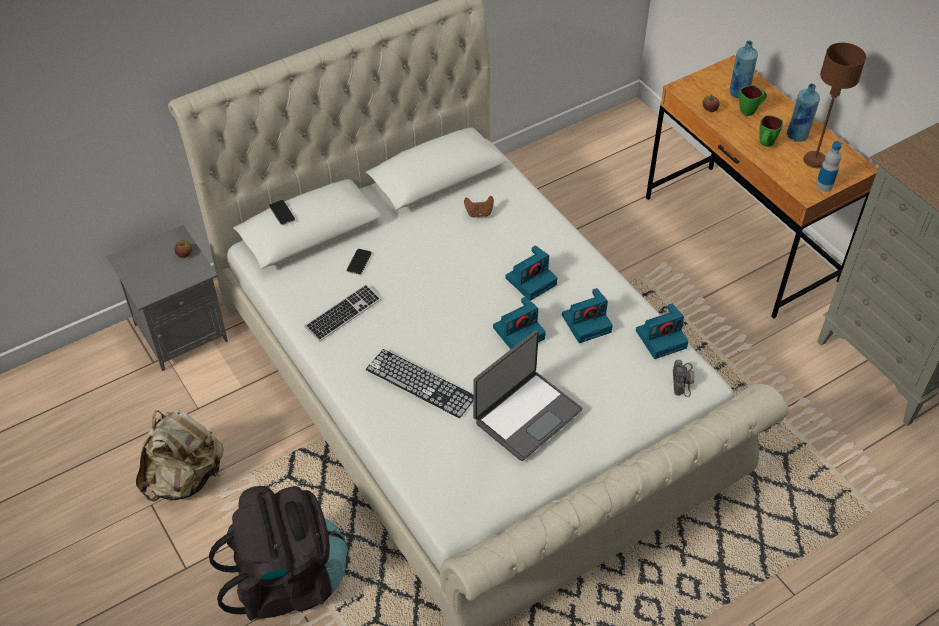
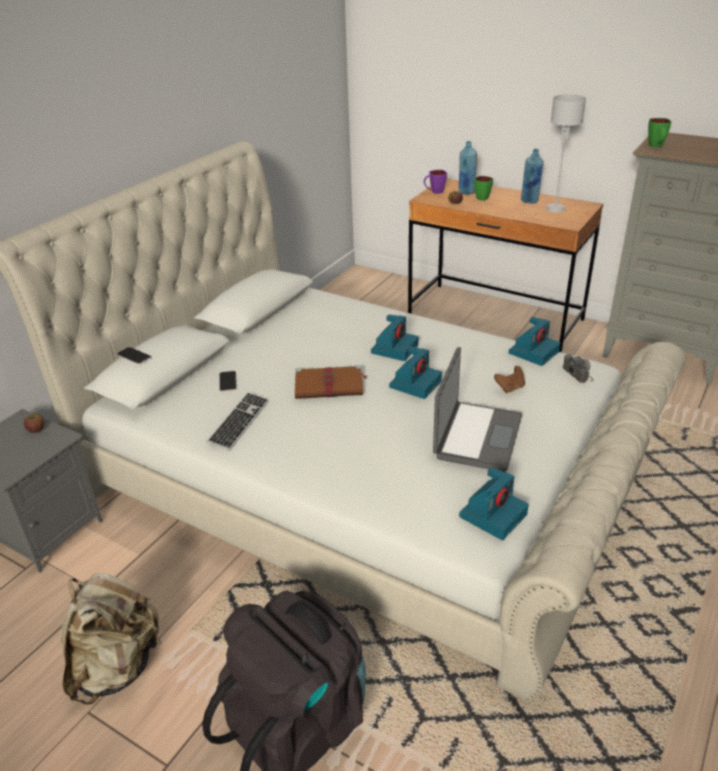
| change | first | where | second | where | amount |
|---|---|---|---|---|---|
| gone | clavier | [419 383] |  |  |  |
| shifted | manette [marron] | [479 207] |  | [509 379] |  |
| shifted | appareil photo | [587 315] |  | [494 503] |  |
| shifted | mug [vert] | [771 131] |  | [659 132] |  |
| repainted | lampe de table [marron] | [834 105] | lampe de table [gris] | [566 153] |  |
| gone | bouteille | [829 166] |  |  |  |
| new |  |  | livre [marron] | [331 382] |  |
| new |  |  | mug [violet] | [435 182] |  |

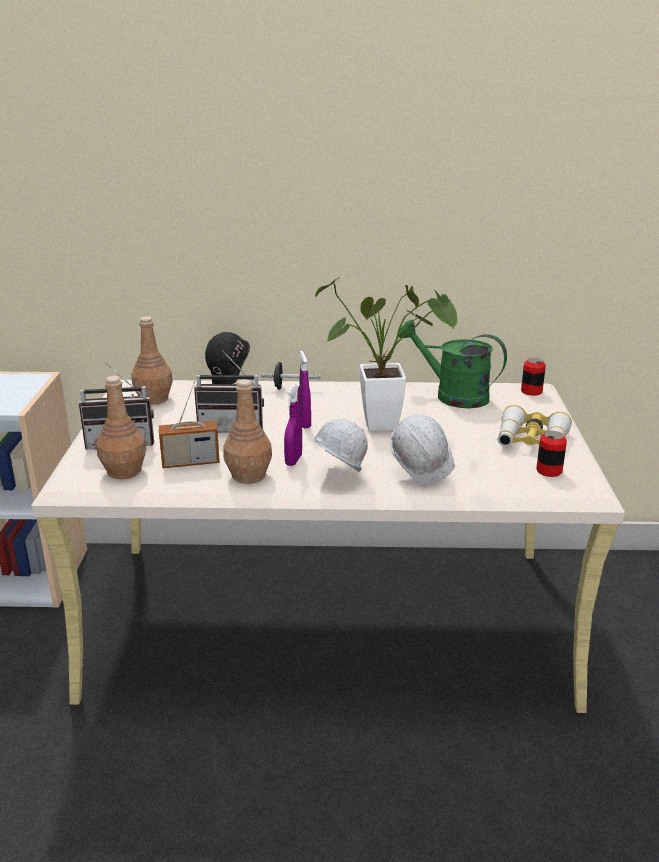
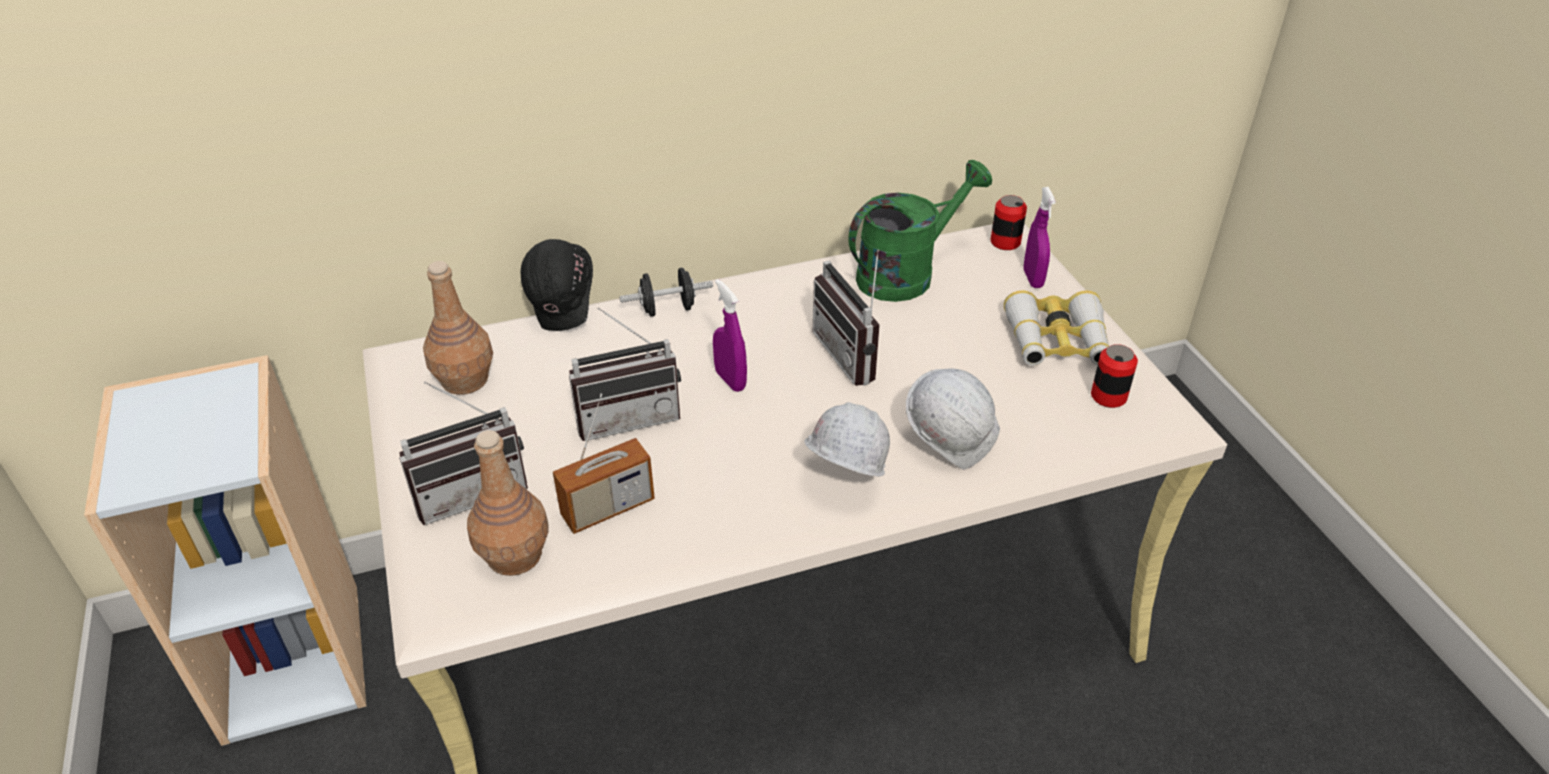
| change | first | where | second | where | amount |
|---|---|---|---|---|---|
| gone | bouteille [marron] | [247 431] |  |  |  |
| shifted | vaporisateur [violet] | [293 425] |  | [1039 237] |  |
| swapped | plante en pot | [386 354] | radio | [846 317] |  |
| rotated | arrosoir [vert] | [453 364] |  | [920 231] | 135 degrees clockwise |

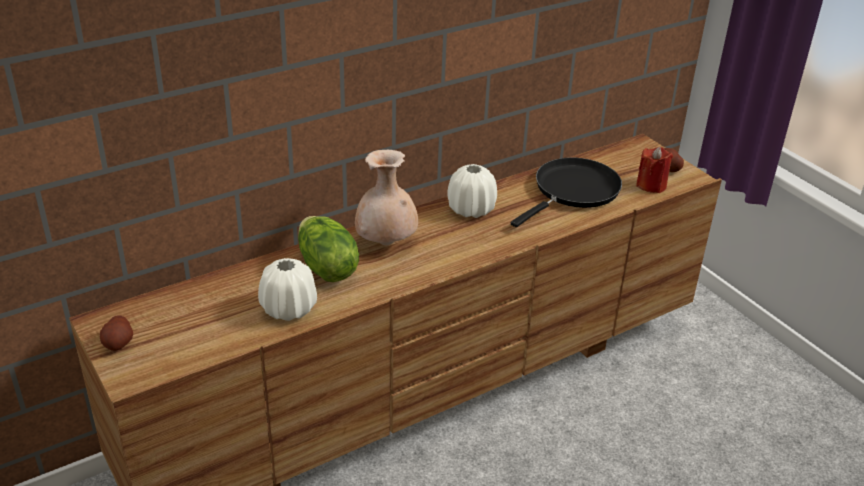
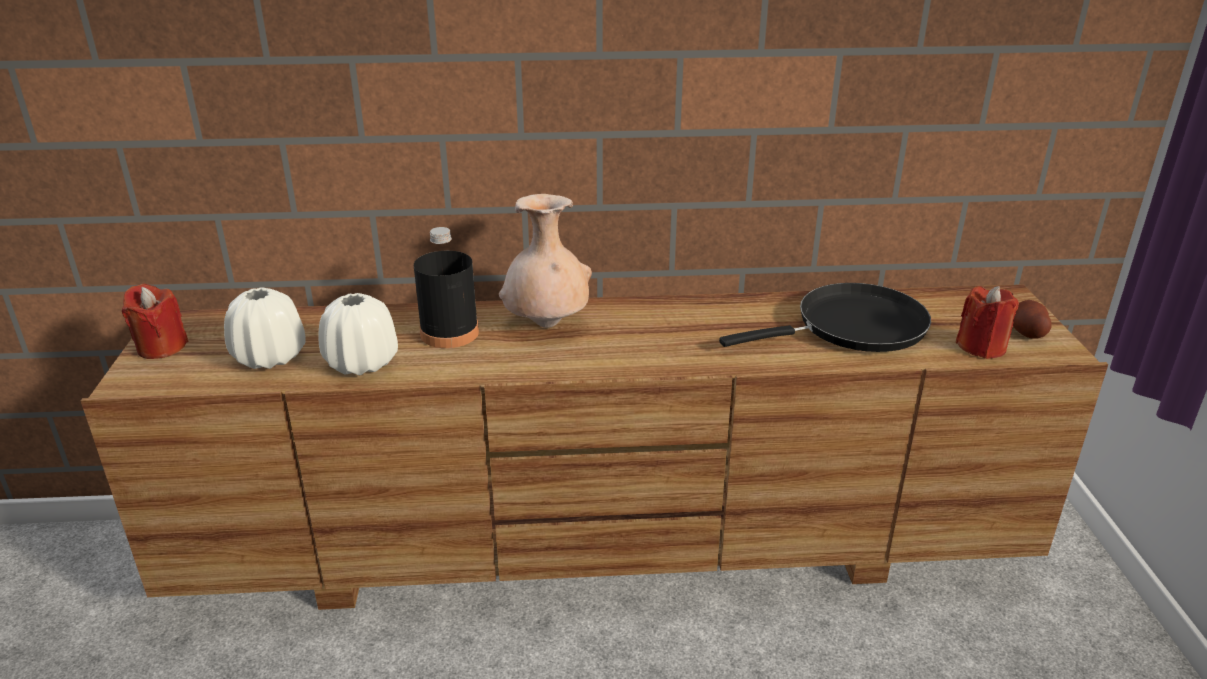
| change | first | where | second | where | amount |
|---|---|---|---|---|---|
| swapped | pomme de terre | [116 333] | bougie [rouge] | [155 321] |  |
| swapped | laitue | [328 249] | bouteille [noir] | [446 287] |  |
| shifted | vase [blanc] | [472 191] |  | [265 328] |  |

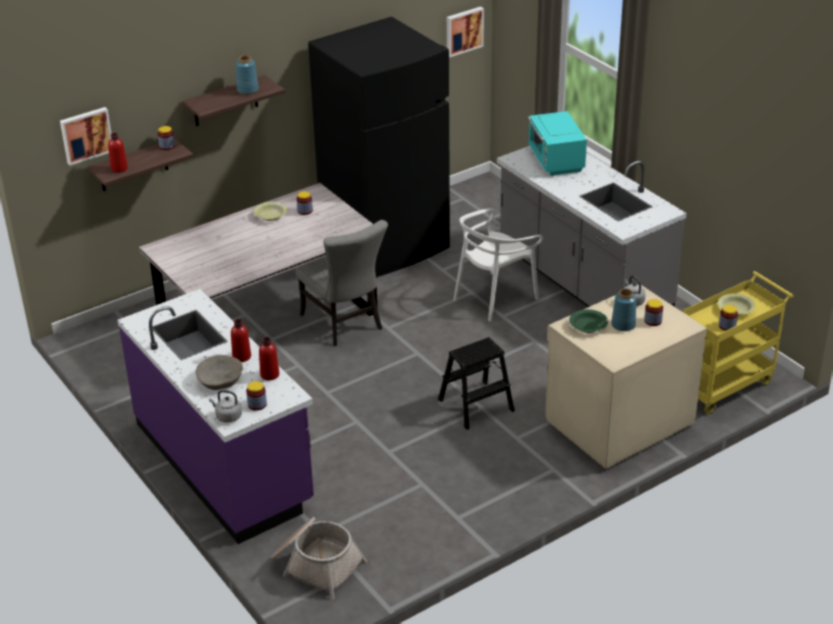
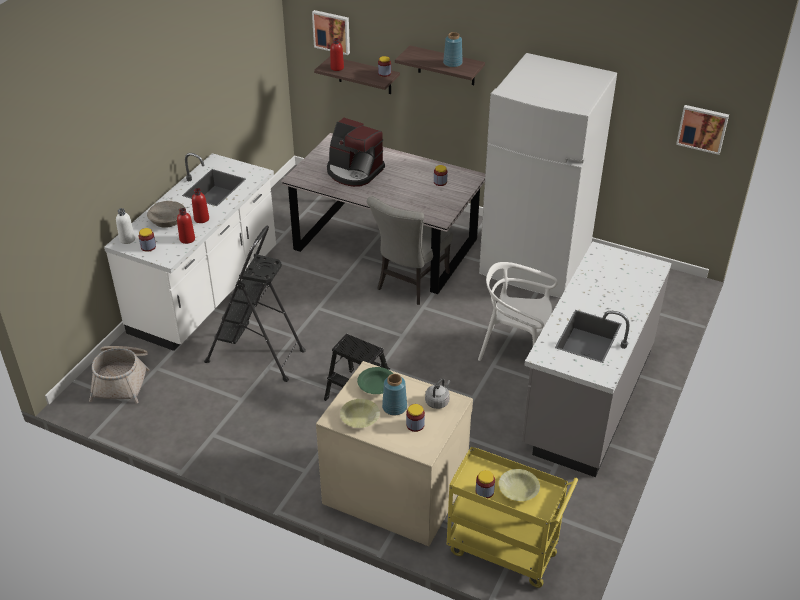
| change | first | where | second | where | amount |
|---|---|---|---|---|---|
| repainted | comptoir de cuisine [violet] | [216 416] | comptoir de cuisine [blanc] | [190 252] |  |
| swapped | bouilloire [gris] | [225 406] | bouteille [blanc] | [125 226] |  |
| shifted | bol [jaune] | [270 211] |  | [360 413] |  |
| repainted | réfrigérateur [noir] | [379 147] | réfrigérateur [blanc] | [548 175] |  |
| gone | micro-ondes [turquoise] | [557 143] |  |  |  |
| new |  |  | escabeau | [255 303] |  |
| new |  |  | machine à café | [356 152] |  |

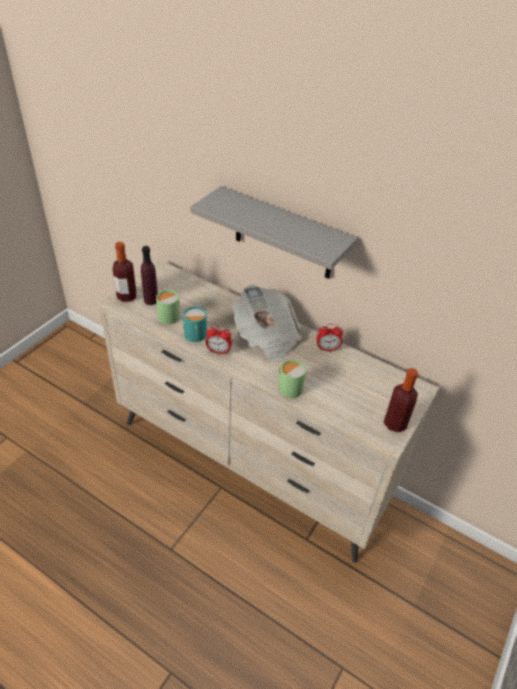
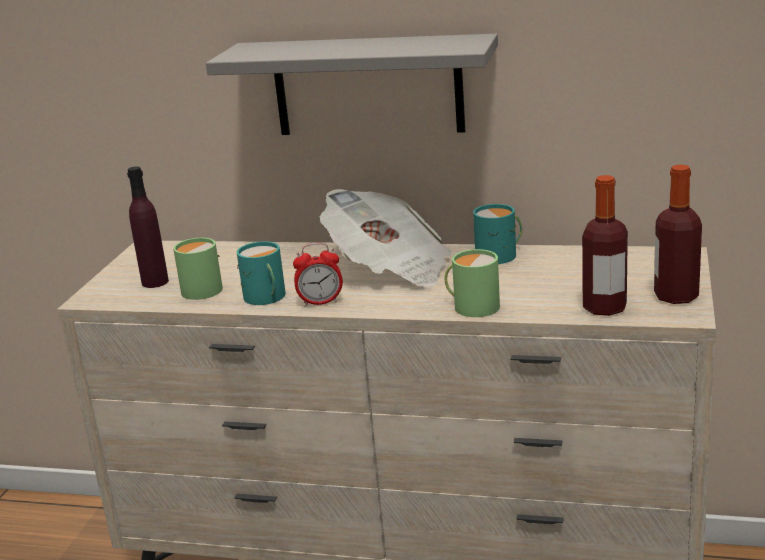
| change | first | where | second | where | amount |
|---|---|---|---|---|---|
| shifted | bouteille | [125 272] |  | [605 245] |  |
| swapped | réveil | [330 337] | mug [turquoise] | [498 234] |  |

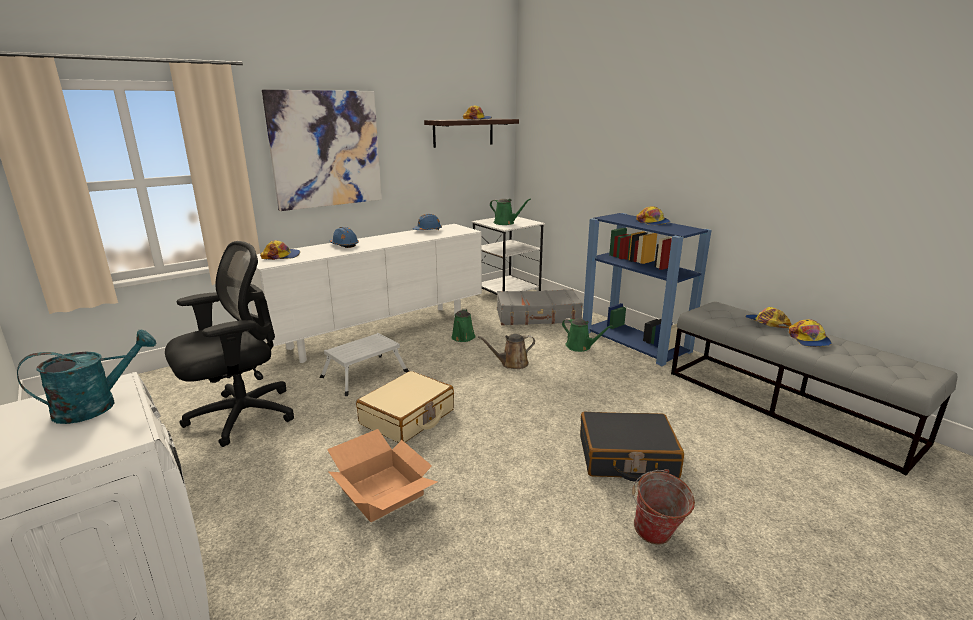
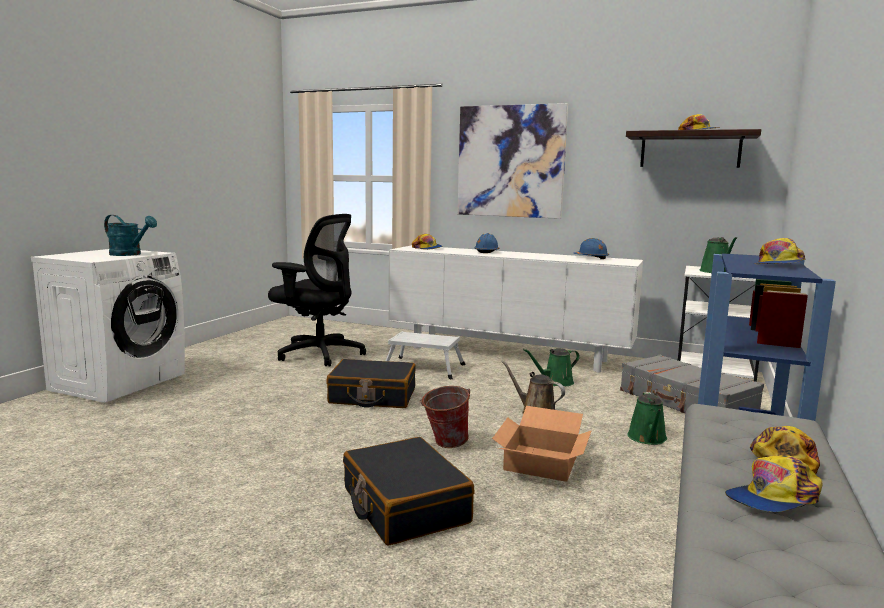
| change | first | where | second | where | amount |
|---|---|---|---|---|---|
| shifted | carton | [382 475] |  | [542 444] |  |
| repainted | valise [beige] | [405 407] | valise [noir] | [371 383] |  |
| shifted | seau | [663 507] |  | [445 417] |  |

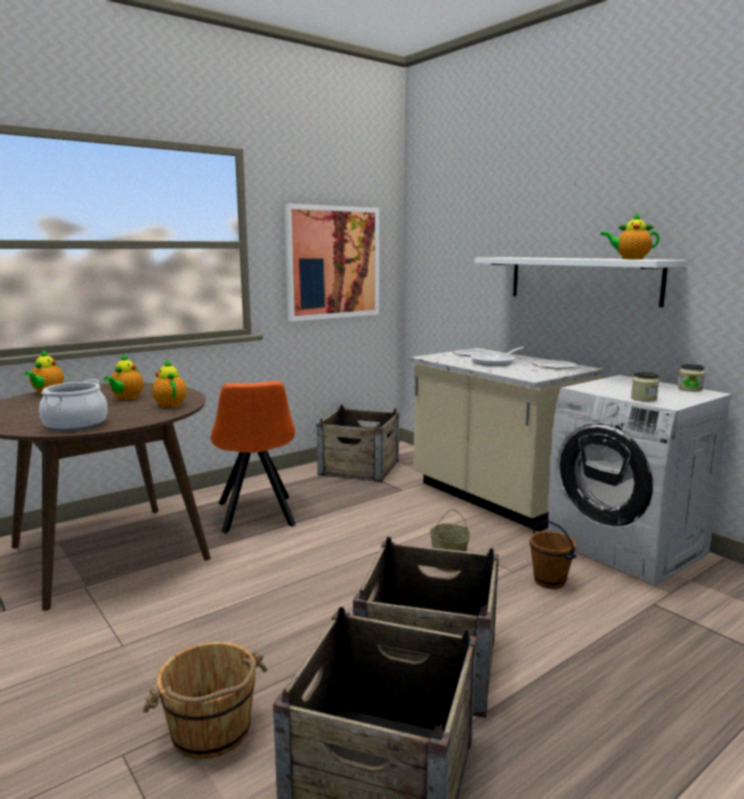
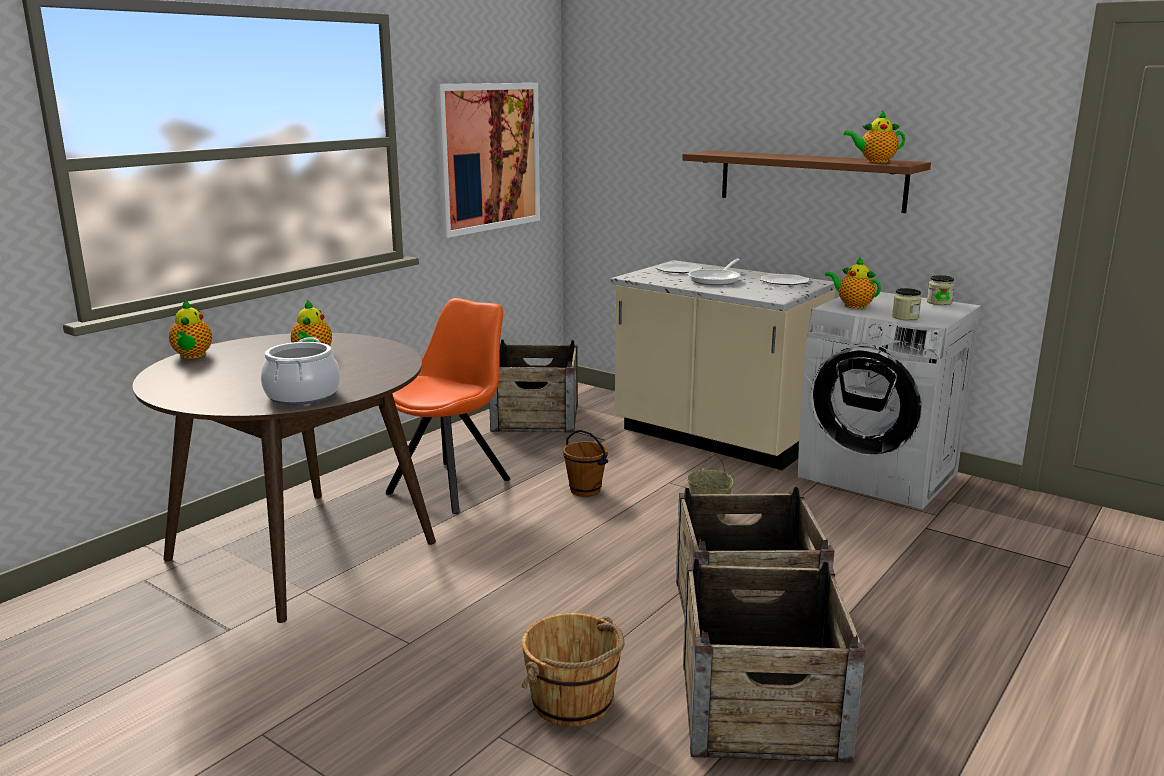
| change | first | where | second | where | amount |
|---|---|---|---|---|---|
| shifted | théière | [169 383] |  | [853 283] |  |
| rotated | chaise [orange] | [253 457] |  | [448 406] | 120 degrees counterclockwise |
| repainted | étagère [blanc] | [580 282] | étagère [marron] | [806 181] |  |
| shifted | seau [marron] | [552 555] |  | [585 463] |  |

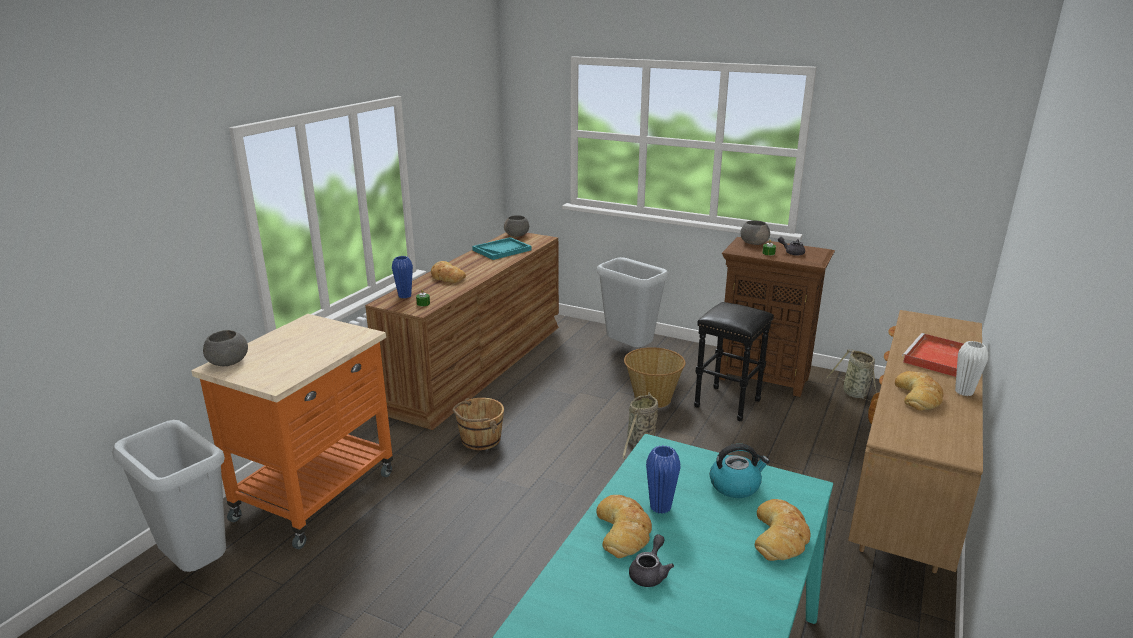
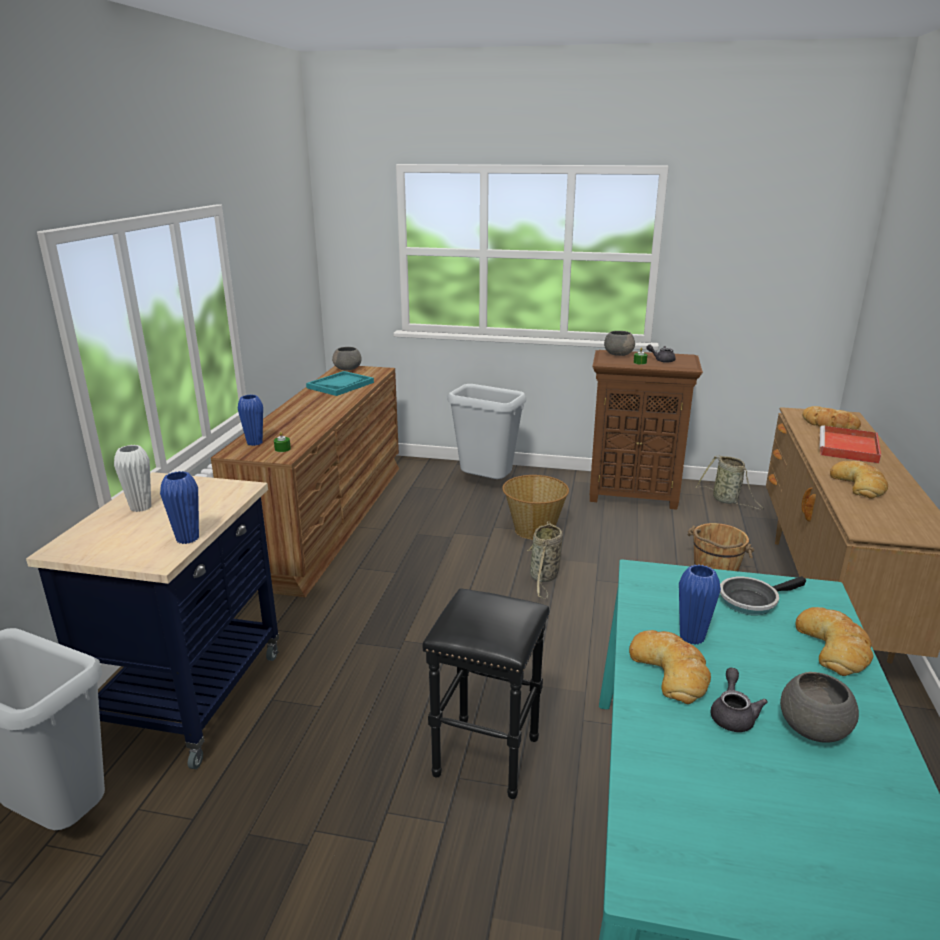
| change | first | where | second | where | amount |
|---|---|---|---|---|---|
| repainted | chariot [orange] | [292 431] | chariot [bleu] | [152 620] |  |
| shifted | bol [gris] | [225 348] |  | [819 707] |  |
| shifted | pain | [448 272] |  | [831 418] |  |
| shifted | seau [marron] | [478 424] |  | [720 547] |  |
| shifted | tabouret [noir] | [734 361] |  | [486 694] |  |
| swapped | bouilloire | [740 471] | poêle | [763 596] |  |
| shifted | vase [blanc] | [971 368] |  | [132 478] |  |
| new |  |  | vase [bleu] | [179 507] |  |

